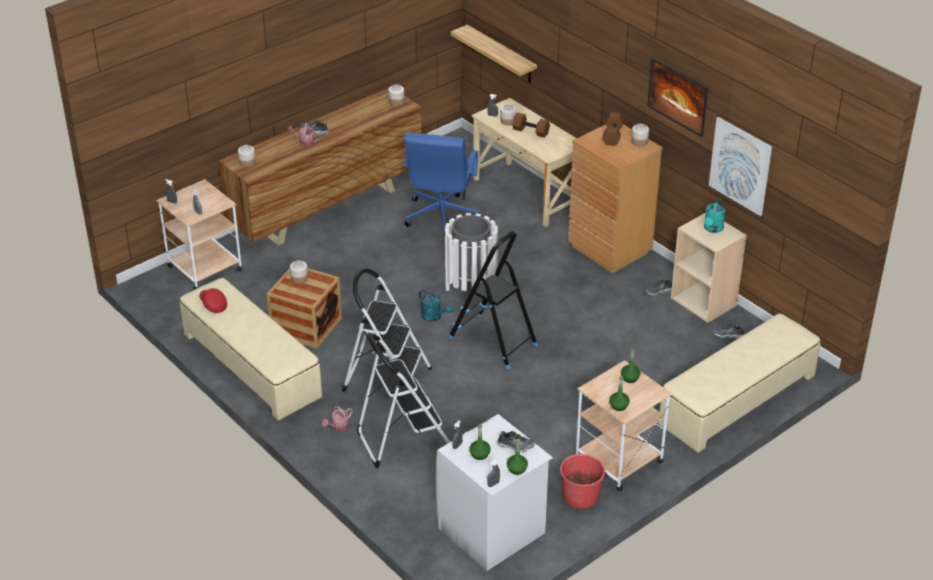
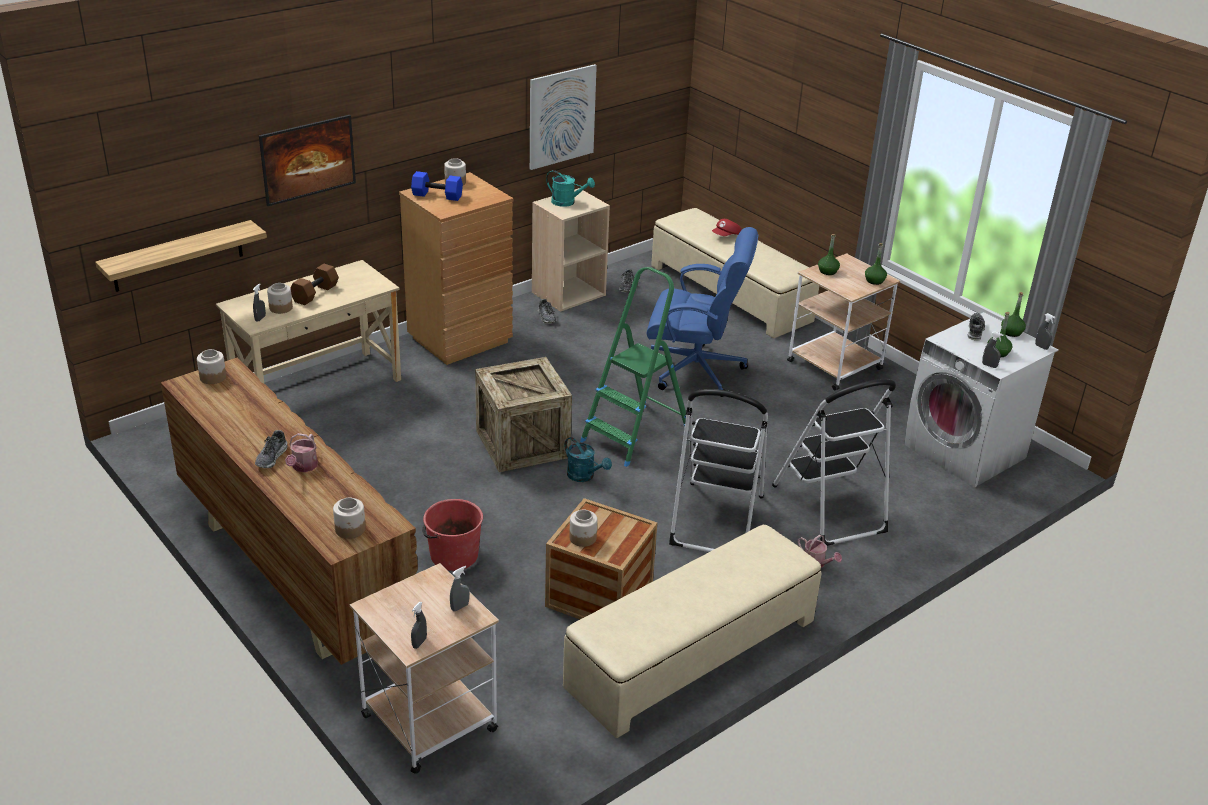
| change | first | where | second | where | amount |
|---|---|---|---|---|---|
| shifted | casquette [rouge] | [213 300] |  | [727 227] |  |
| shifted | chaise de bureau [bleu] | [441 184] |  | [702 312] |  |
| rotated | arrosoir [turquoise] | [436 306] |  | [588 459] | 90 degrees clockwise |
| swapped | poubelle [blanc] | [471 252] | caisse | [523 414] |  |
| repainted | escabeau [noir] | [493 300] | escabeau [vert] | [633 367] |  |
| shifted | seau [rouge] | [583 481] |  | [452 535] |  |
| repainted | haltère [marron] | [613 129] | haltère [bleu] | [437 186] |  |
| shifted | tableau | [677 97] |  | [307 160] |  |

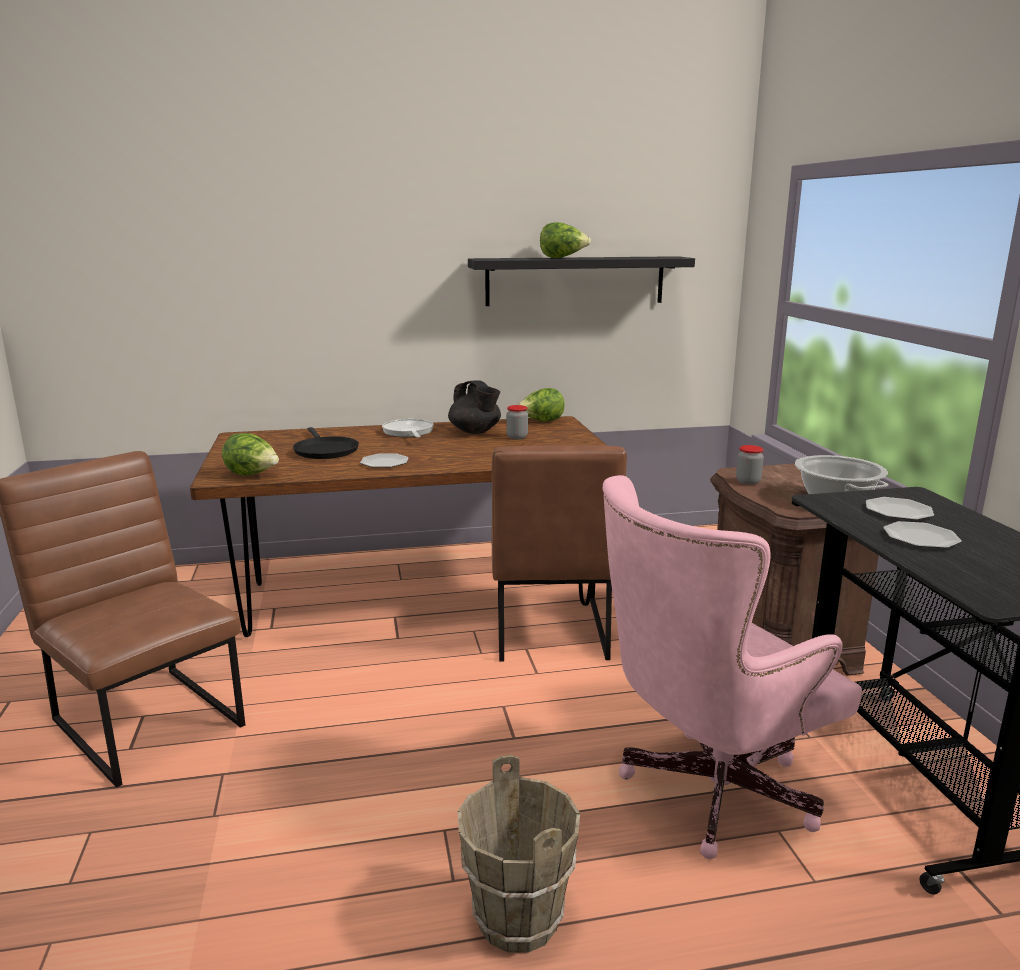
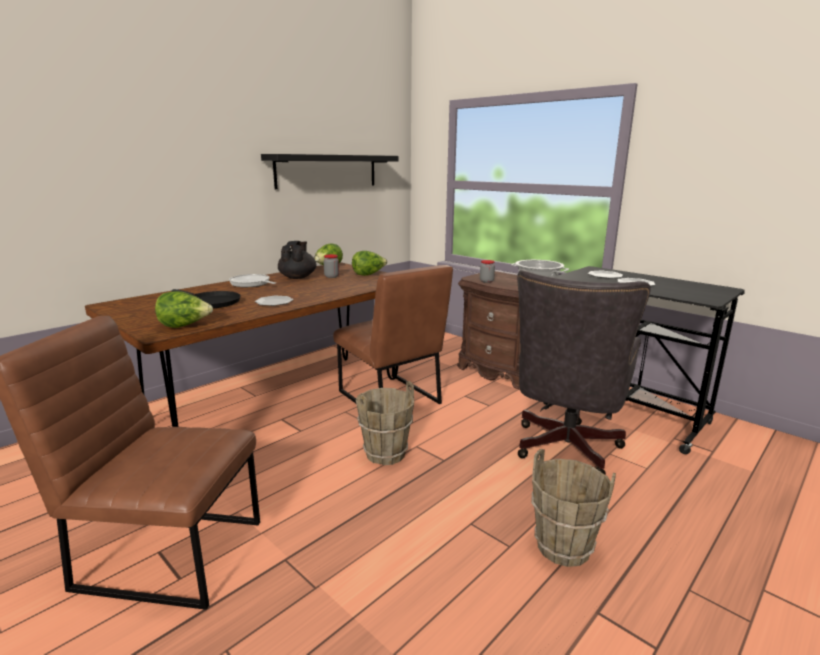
| change | first | where | second | where | amount |
|---|---|---|---|---|---|
| rotated | théière [noir] | [474 407] |  | [297 260] | 105 degrees counterclockwise |
| shifted | laitue | [565 240] |  | [369 263] |  |
| repainted | chaise de bureau [rose] | [732 667] | chaise de bureau [gris] | [584 372] |  |
| new |  |  | seau [marron] | [385 423] |  |

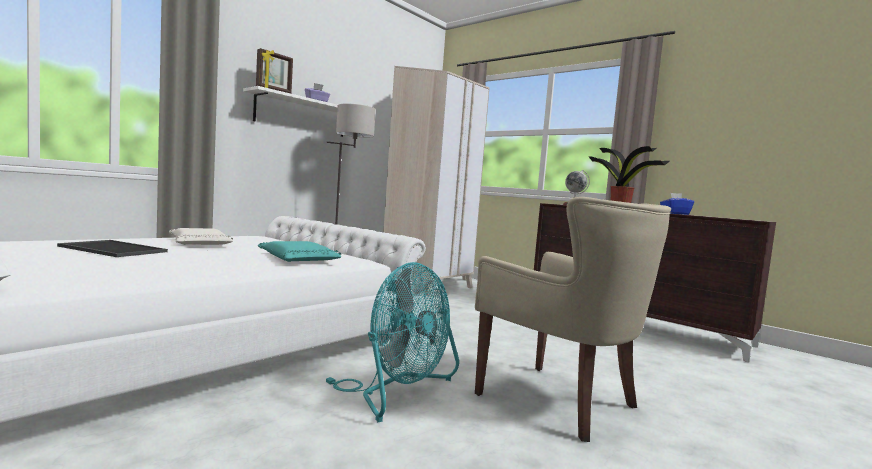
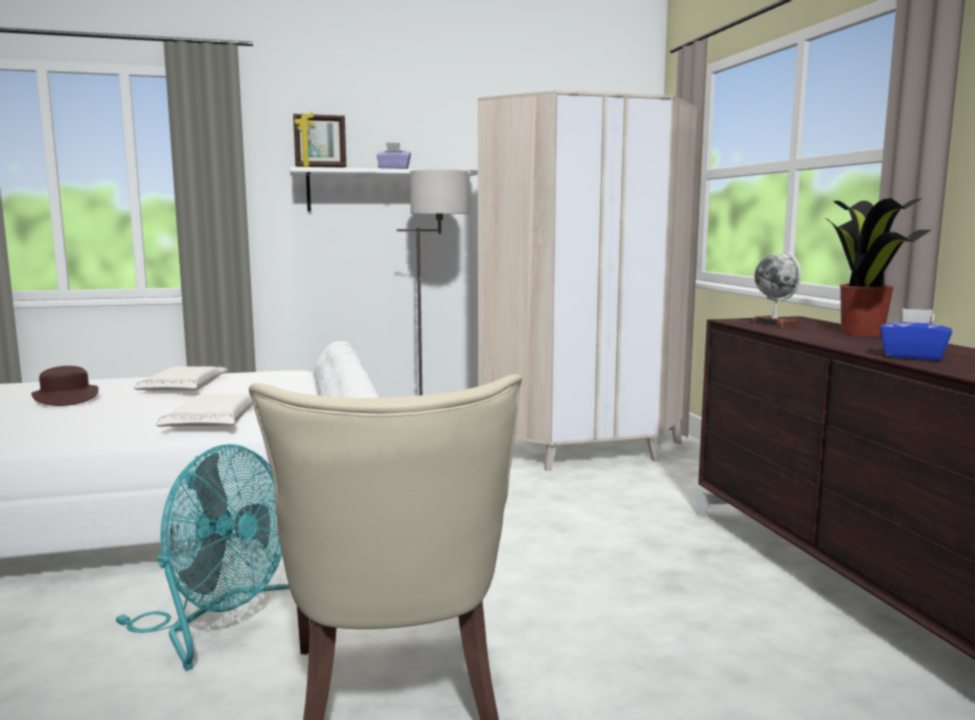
| change | first | where | second | where | amount |
|---|---|---|---|---|---|
| swapped | plateau | [112 248] | chapeau [marron] | [65 386] |  |
| repainted | coussin [turquoise] | [300 251] | coussin [blanc] | [204 410] |  |
| rotated | ventilateur [turquoise] | [392 342] |  | [203 557] | 45 degrees counterclockwise |

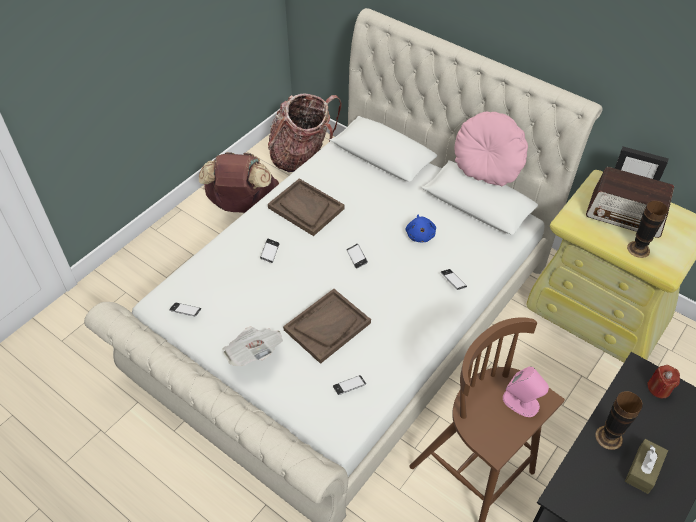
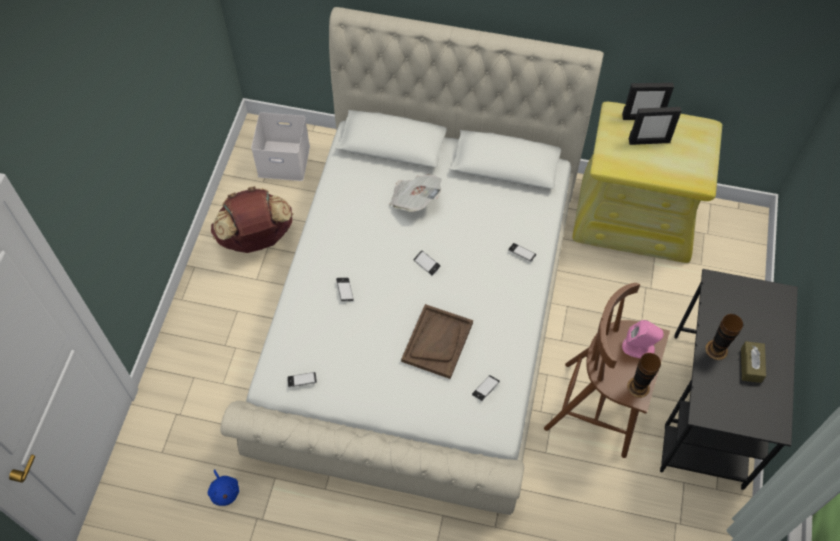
| change | first | where | second | where | amount |
|---|---|---|---|---|---|
| shifted | journal | [252 346] |  | [415 193] |  |
| swapped | sac à dos | [305 132] | boîte de rangement [blanc] | [280 146] |  |
| gone | plateau [marron] | [306 207] |  |  |  |
| shifted | peluche [bleu] | [421 228] |  | [223 487] |  |
| gone | coussin [rose] | [491 149] |  |  |  |
| swapped | radio | [630 202] | cadre photo | [655 126] |  |
| shifted | vase | [647 229] |  | [644 375] |  |
| gone | bougie [rouge] | [663 381] |  |  |  |

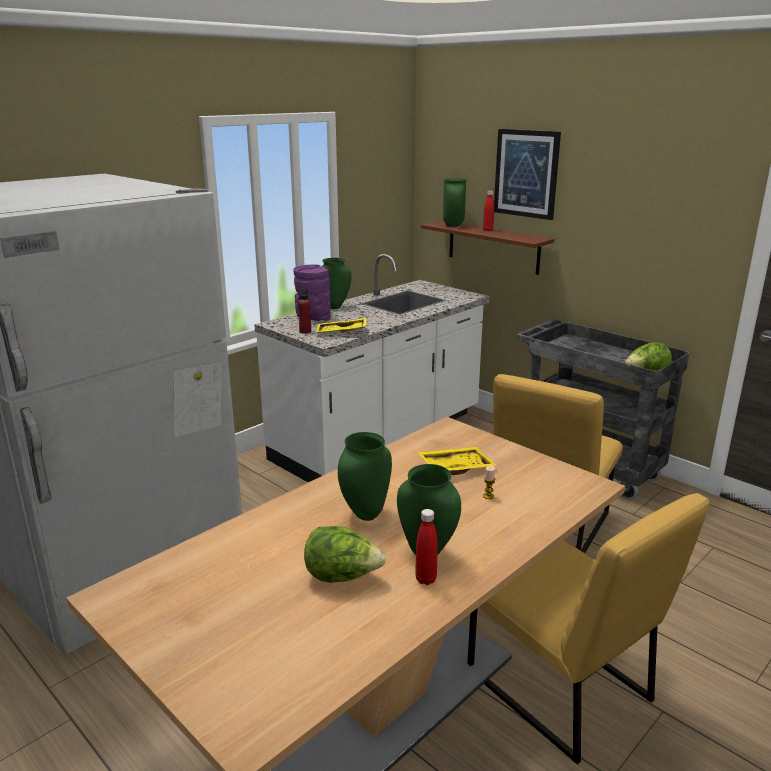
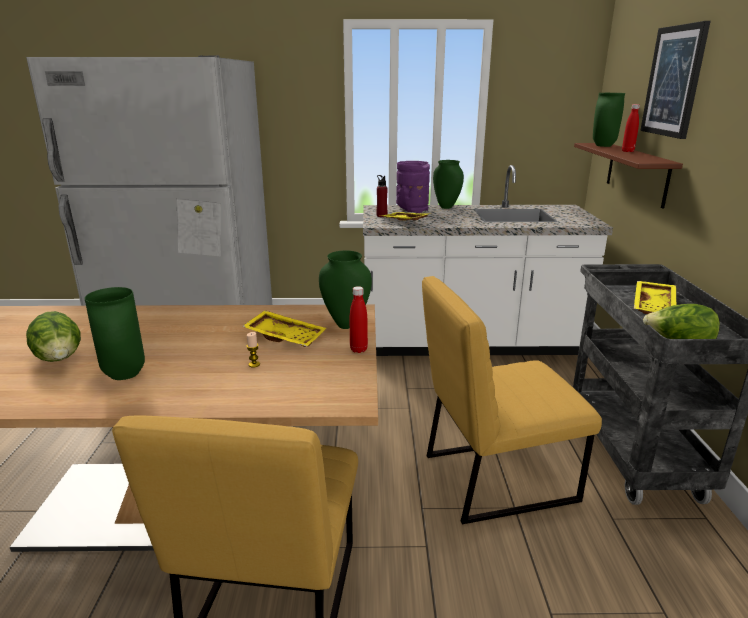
| change | first | where | second | where | amount |
|---|---|---|---|---|---|
| shifted | vase [vert] | [365 476] |  | [345 290] |  |
| shifted | bouteille [rouge] | [426 547] |  | [359 319] |  |
| new |  |  | plateau [jaune] | [655 297] |  |

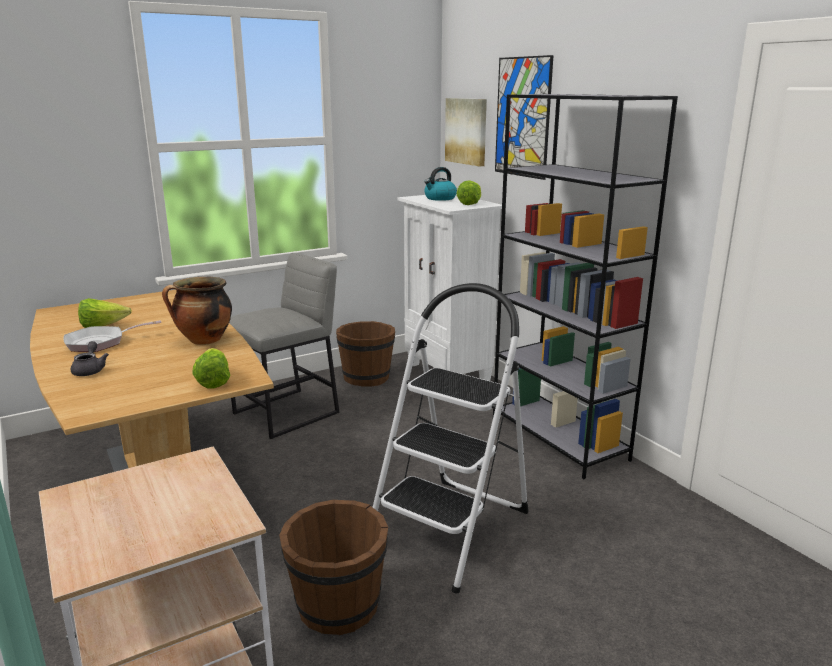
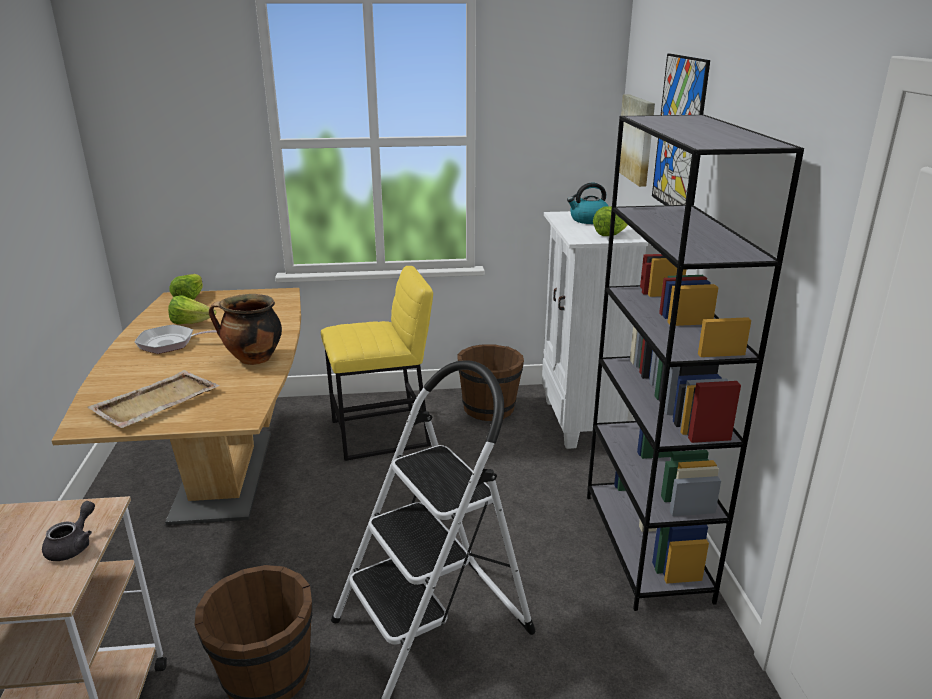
| change | first | where | second | where | amount |
|---|---|---|---|---|---|
| shifted | théière [gris] | [90 358] |  | [68 531] |  |
| shifted | laitue | [211 368] |  | [186 287] |  |
| repainted | chaise [gris] | [284 346] | chaise [jaune] | [377 363] |  |
| new |  |  | plateau [beige] | [153 399] |  |

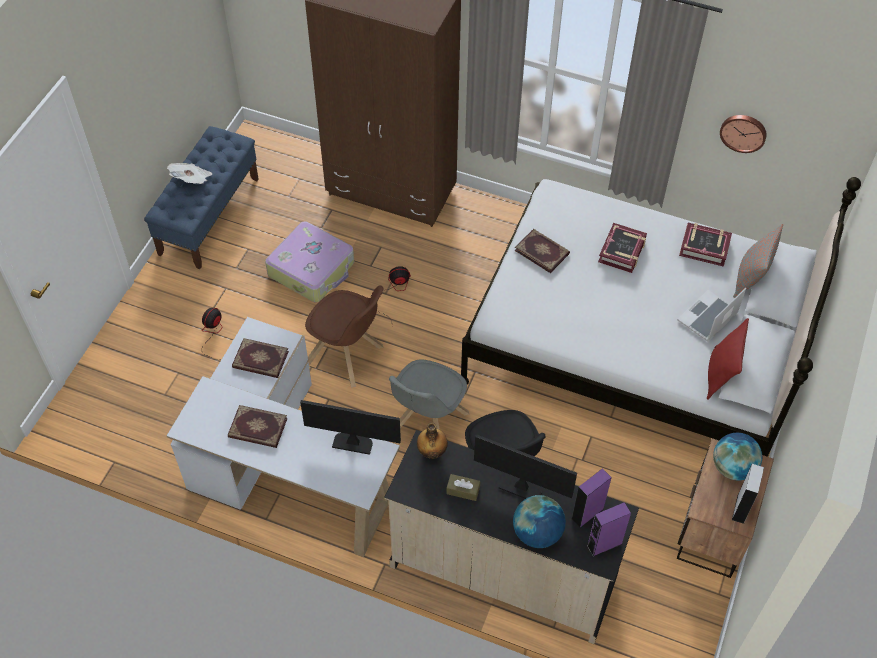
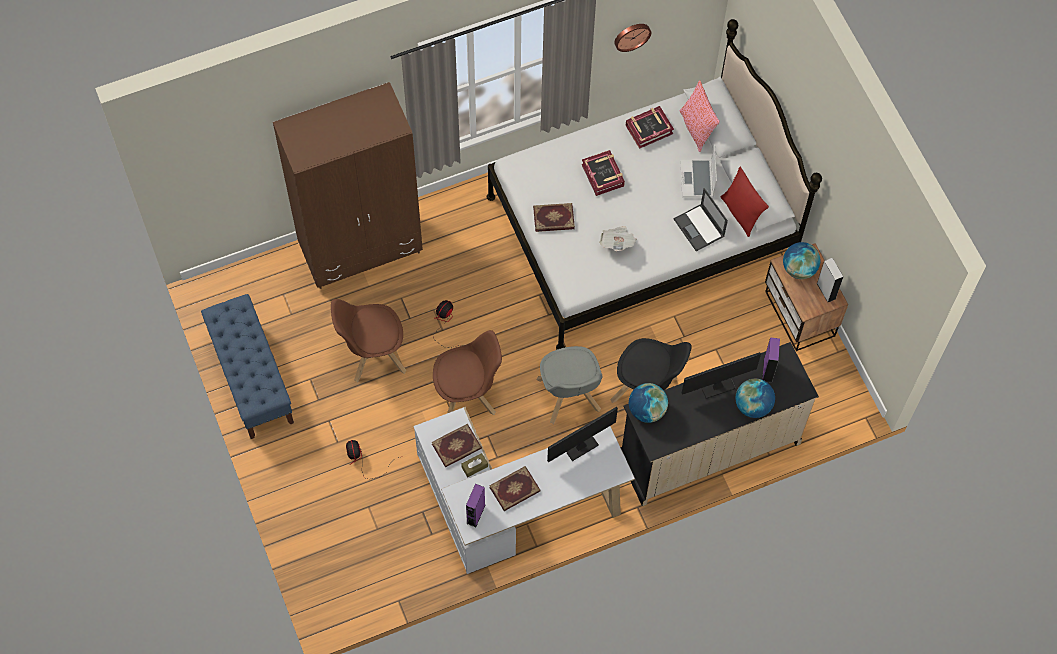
| change | first | where | second | where | amount |
|---|---|---|---|---|---|
| shifted | journal | [189 173] |  | [618 238] |  |
| swapped | valise | [309 262] | chaise [marron] | [369 340] |  |
| swapped | bouteille | [432 441] | globe | [648 403] |  |
| shifted | boîte à mouchoirs [marron] | [463 487] |  | [474 465] |  |
| shifted | enceinte [violet] | [609 529] |  | [475 505] |  |
| repainted | coussin [gris] | [758 260] | coussin [rose] | [699 116] |  |
| new |  |  | ordinateur portable | [701 219] |  |

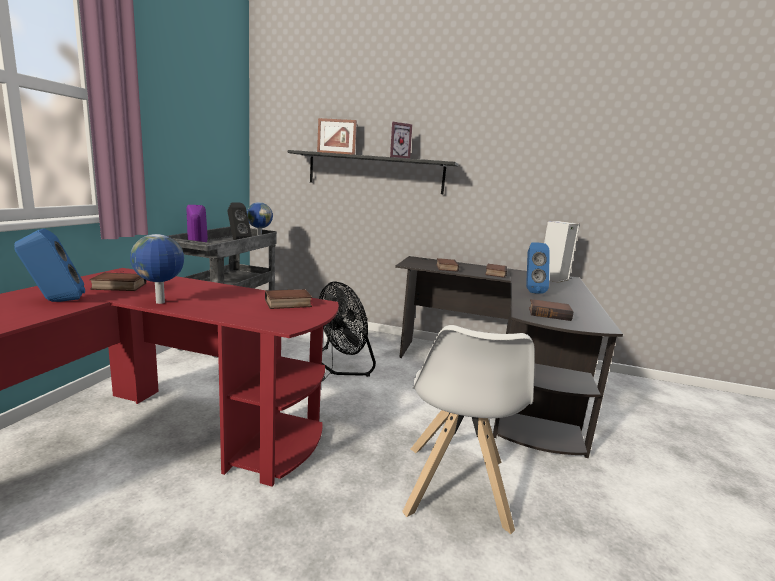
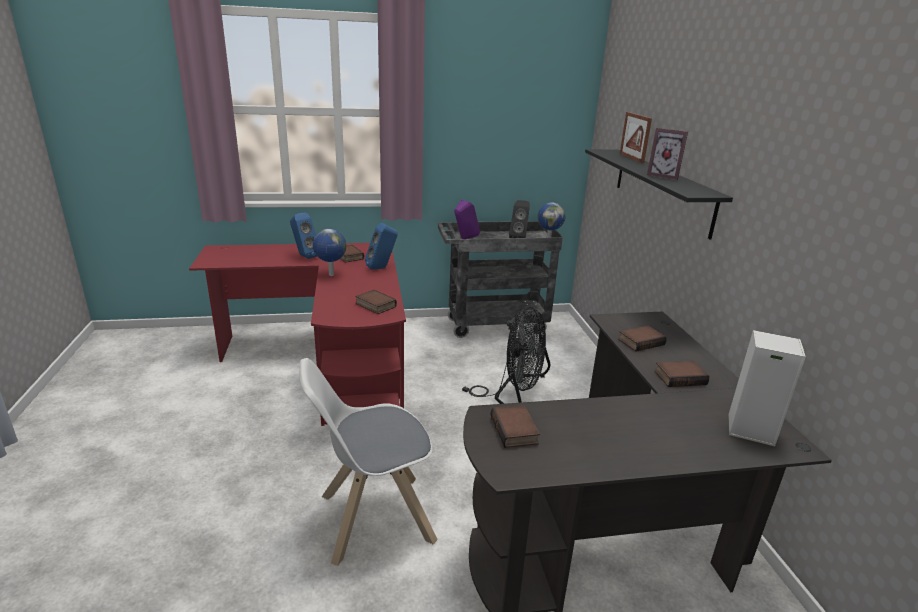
| change | first | where | second | where | amount |
|---|---|---|---|---|---|
| shifted | enceinte [bleu] | [538 268] |  | [381 246] |  |

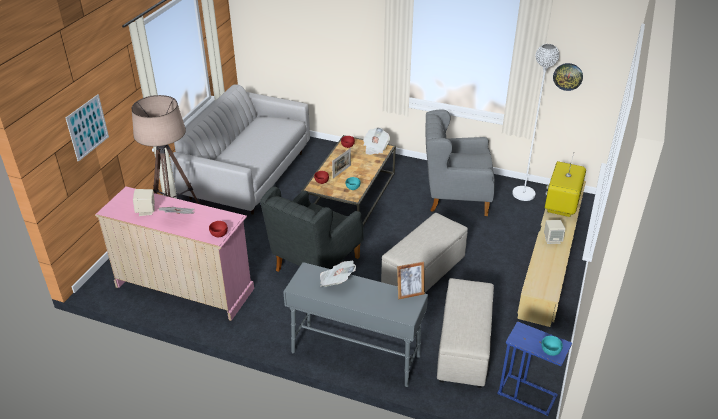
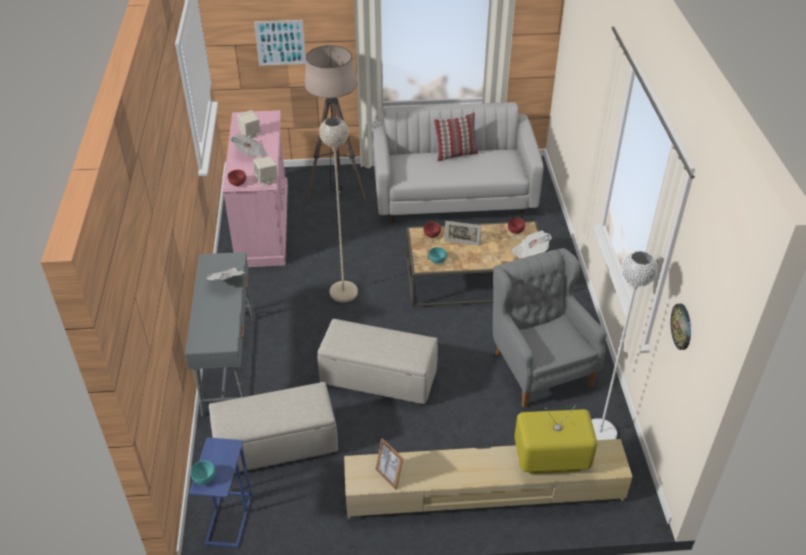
| change | first | where | second | where | amount |
|---|---|---|---|---|---|
| swapped | fauteuil [gris] | [311 229] | lampadaire [beige] | [338 209] |  |
| shifted | cadre photo | [411 280] |  | [389 463] |  |
| shifted | enceinte [beige] | [554 232] |  | [265 171] |  |
| new |  |  | coussin | [456 136] |  |

